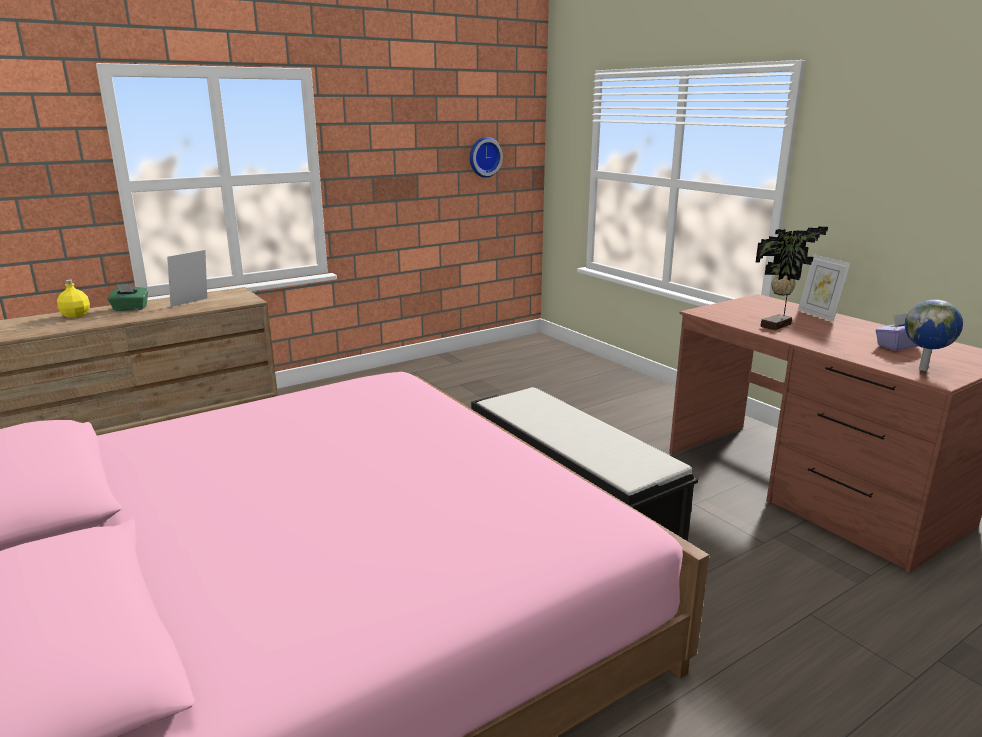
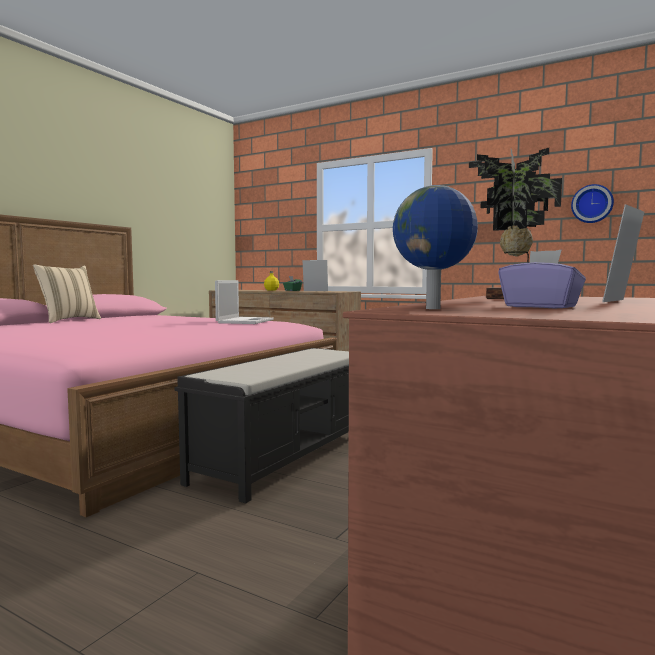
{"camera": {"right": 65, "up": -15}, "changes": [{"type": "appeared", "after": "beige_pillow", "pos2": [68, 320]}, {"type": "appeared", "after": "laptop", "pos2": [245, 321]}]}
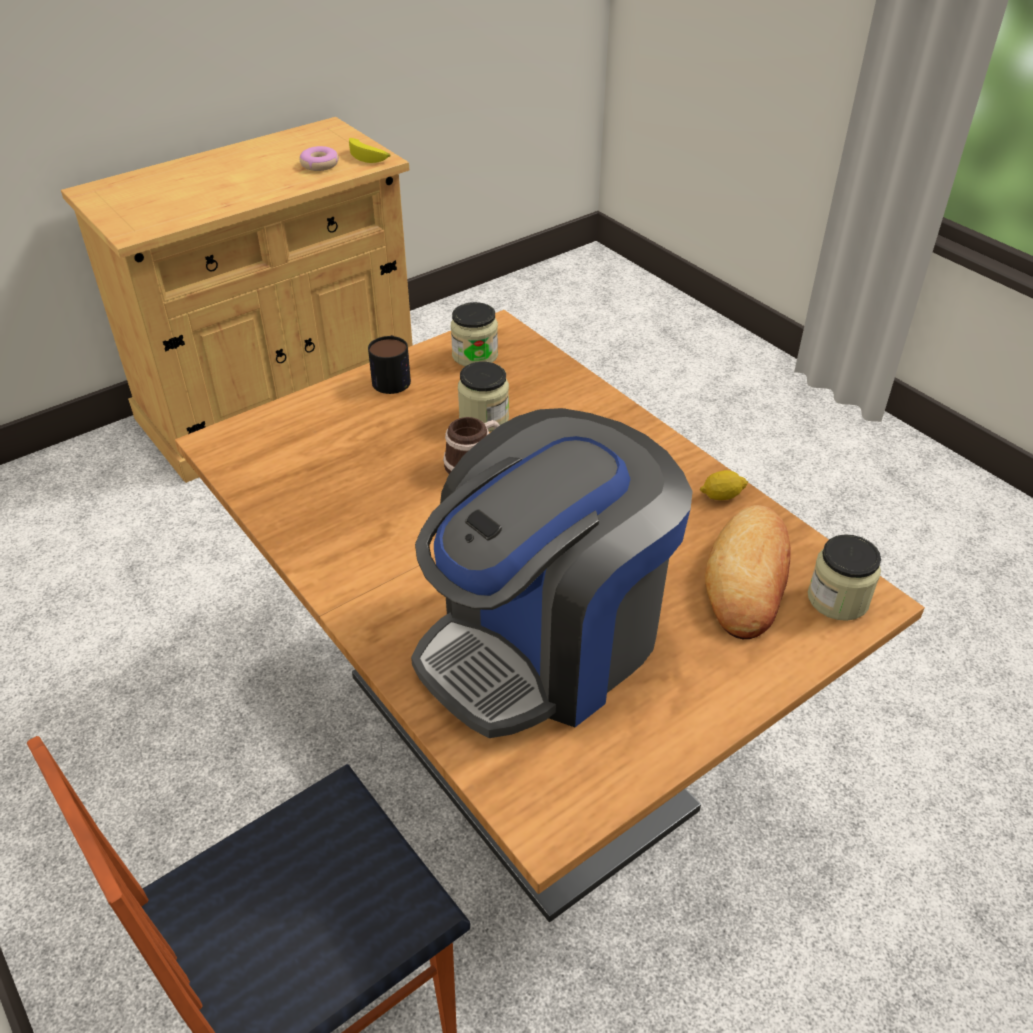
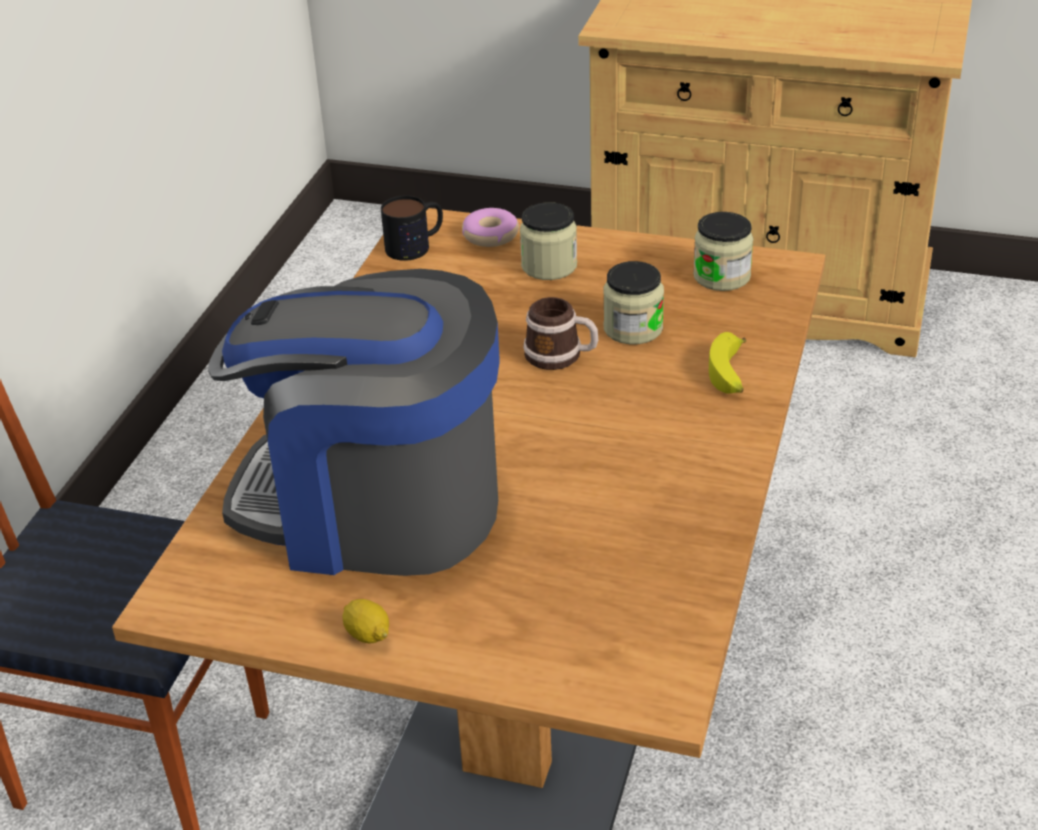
{"camera": {"right": 55, "up": -5}, "changes": [{"type": "missing", "before": "bread", "pos1": [748, 578]}, {"type": "relocated", "before": "donut", "pos1": [319, 164], "pos2": [491, 235]}, {"type": "relocated", "before": "banana", "pos1": [369, 156], "pos2": [730, 374]}, {"type": "relocated", "before": "mug", "pos1": [392, 377], "pos2": [416, 245]}, {"type": "relocated", "before": "lemon", "pos1": [721, 496], "pos2": [367, 634]}, {"type": "relocated", "before": "jar", "pos1": [838, 599], "pos2": [549, 266]}]}
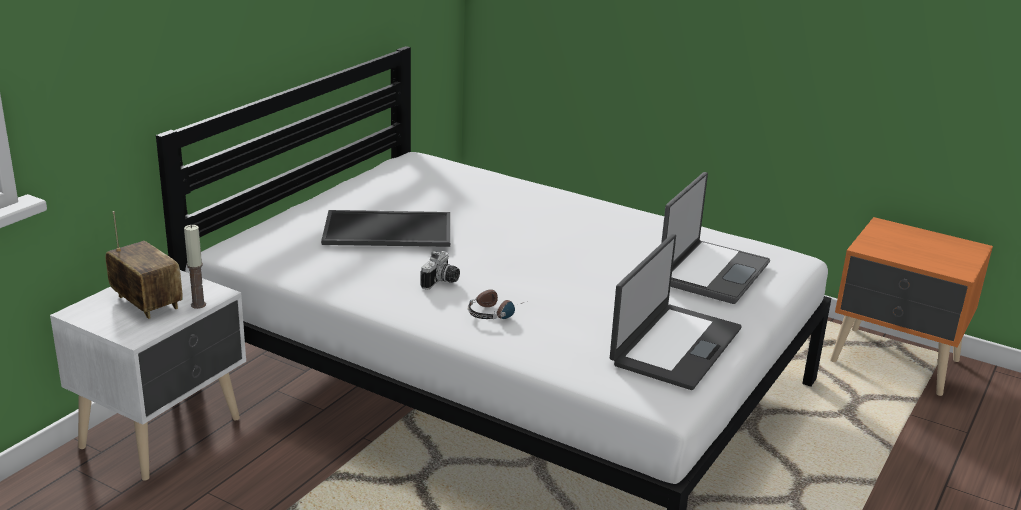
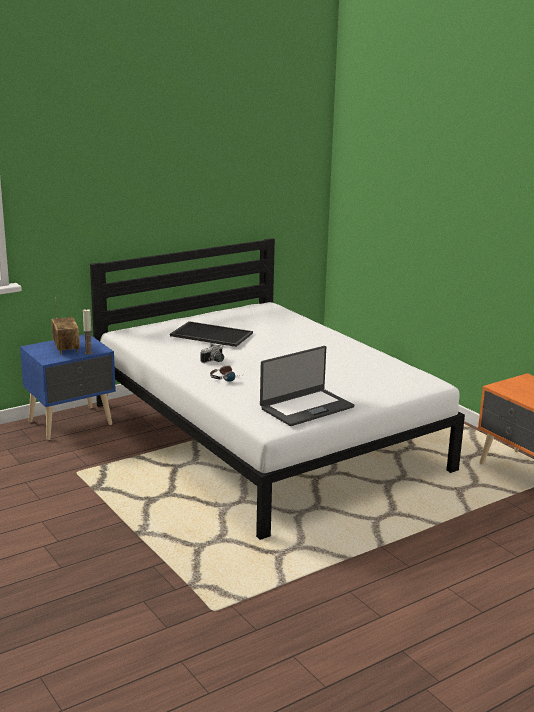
{"camera": {"right": 25, "up": -5}, "changes": [{"type": "missing", "before": "laptop", "pos1": [711, 273]}, {"type": "colour", "before": "white_nightstand", "after": "blue_nightstand", "pos1": [165, 433], "pos2": [72, 423]}]}
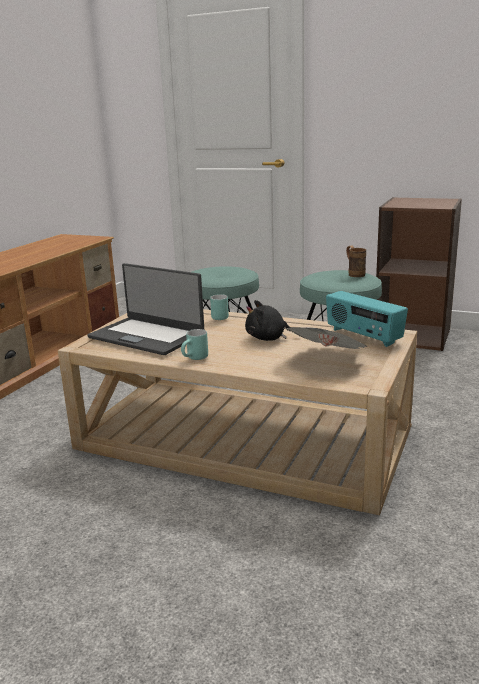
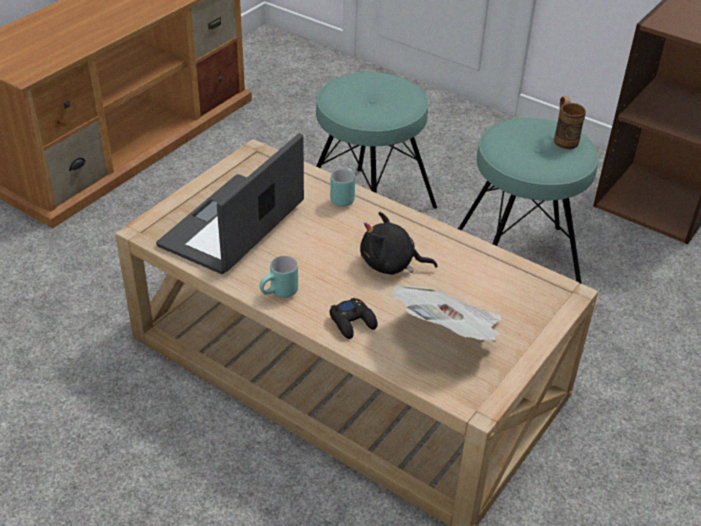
{"camera": {"right": 10, "up": 20}, "changes": [{"type": "missing", "before": "radio", "pos1": [363, 336]}, {"type": "appeared", "after": "black_game_controller", "pos2": [353, 322]}, {"type": "spun", "before": "laptop", "pos1": [147, 336], "pos2": [234, 225], "turn": 75}]}
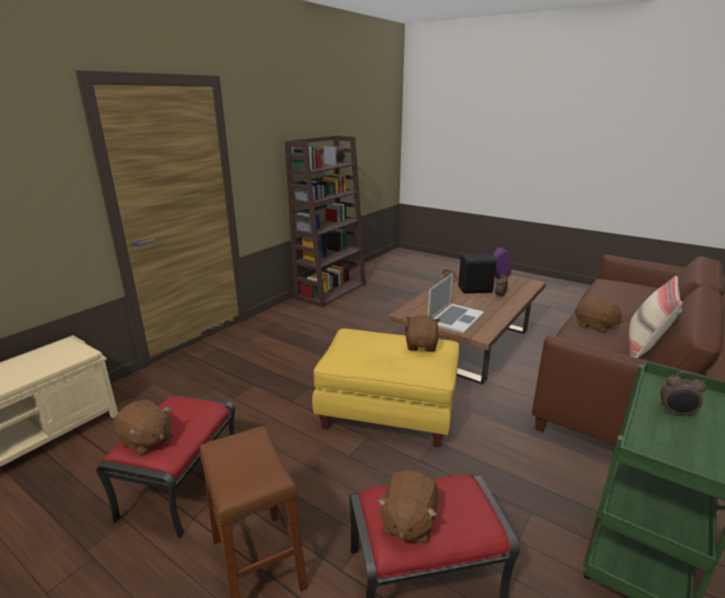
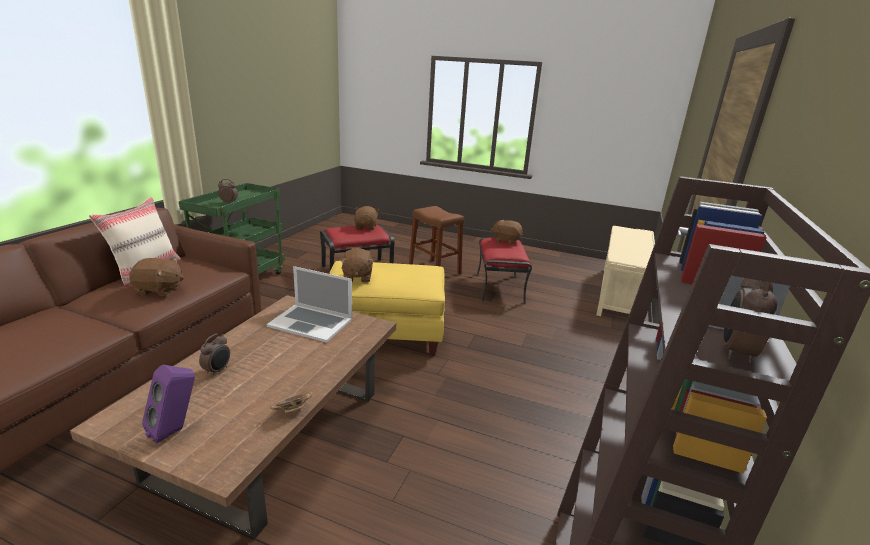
{"camera": {"right": 165, "up": 0}, "changes": [{"type": "missing", "before": "black_speaker", "pos1": [475, 290]}, {"type": "spun", "before": "laptop", "pos1": [455, 318], "pos2": [311, 322], "turn": -90}, {"type": "spun", "before": "brown_plush_toy", "pos1": [595, 326], "pos2": [159, 290], "turn": 150}]}
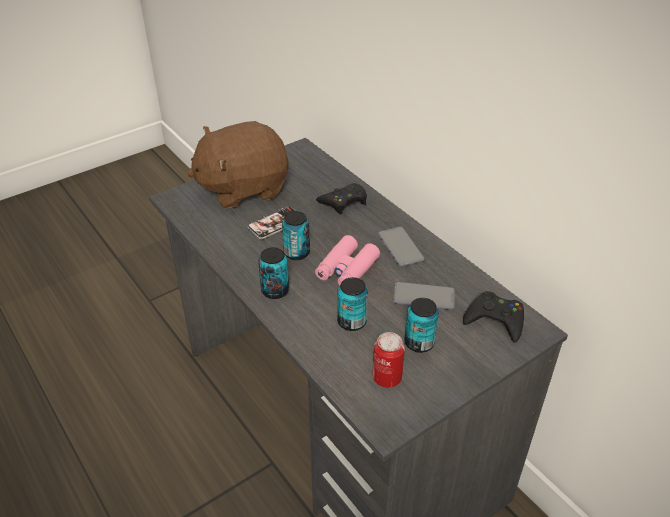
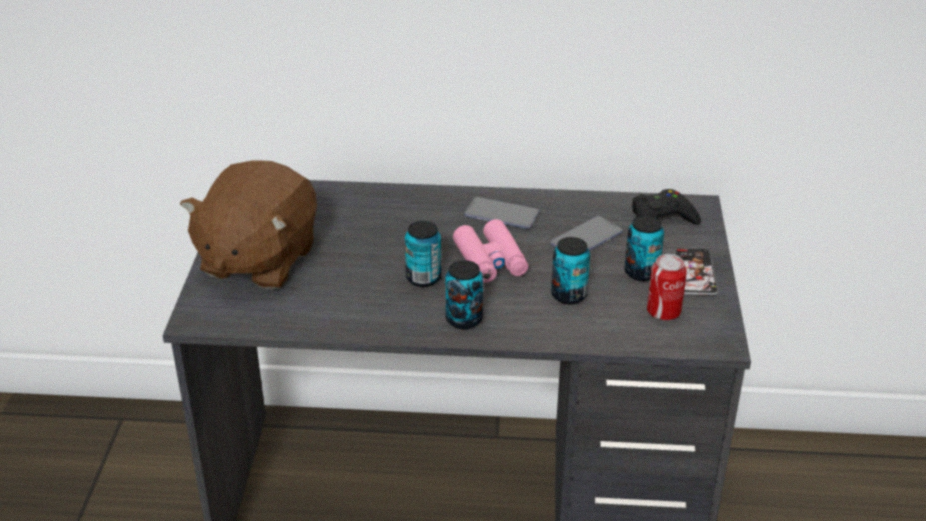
{"camera": {"right": -50, "up": -5}, "changes": [{"type": "missing", "before": "black_game_controller", "pos1": [344, 202]}, {"type": "relocated", "before": "phone", "pos1": [276, 224], "pos2": [695, 273]}]}
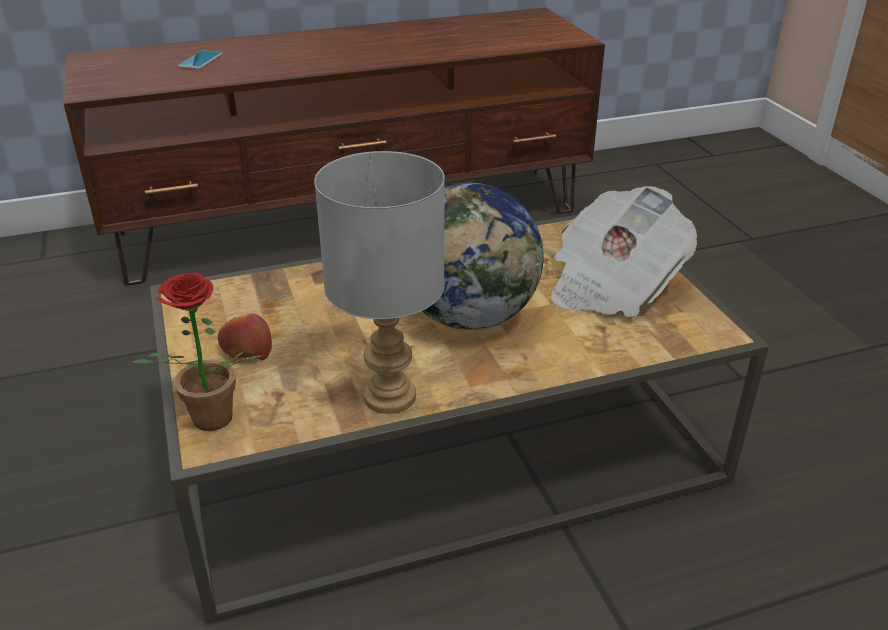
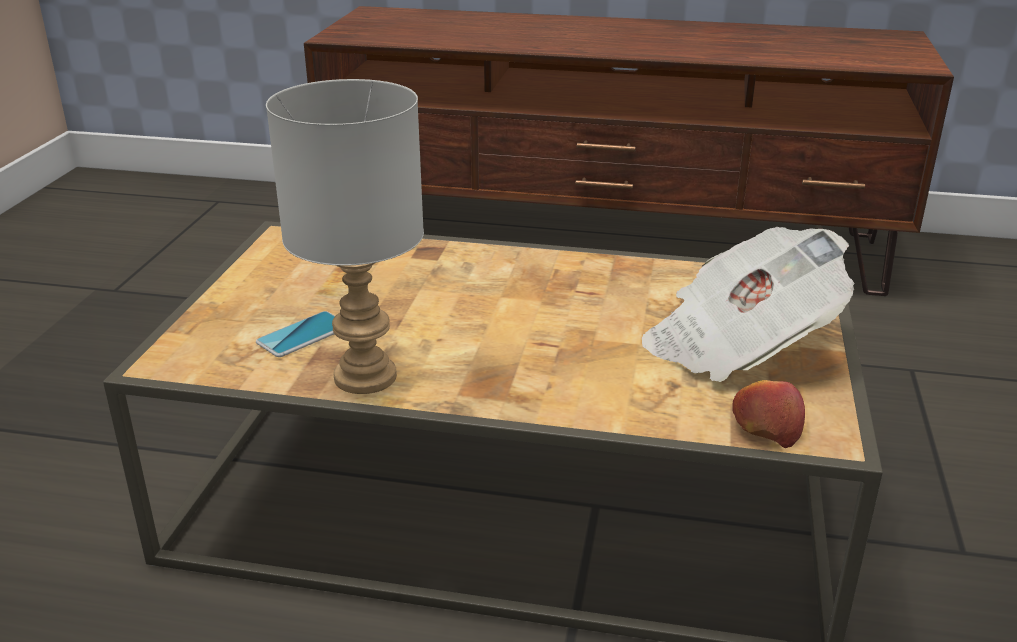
{"camera": {"right": 30, "up": -5}, "changes": [{"type": "missing", "before": "potted_plant", "pos1": [207, 423]}, {"type": "missing", "before": "globe", "pos1": [470, 316]}, {"type": "relocated", "before": "phone", "pos1": [200, 60], "pos2": [303, 335]}, {"type": "relocated", "before": "apple", "pos1": [246, 349], "pos2": [766, 427]}]}
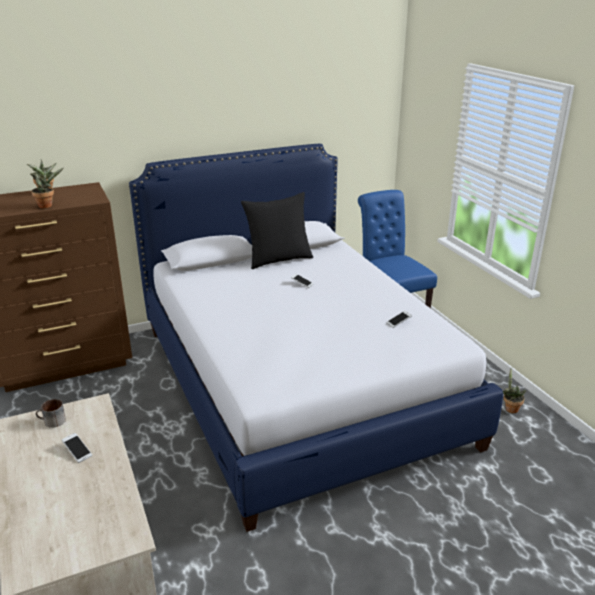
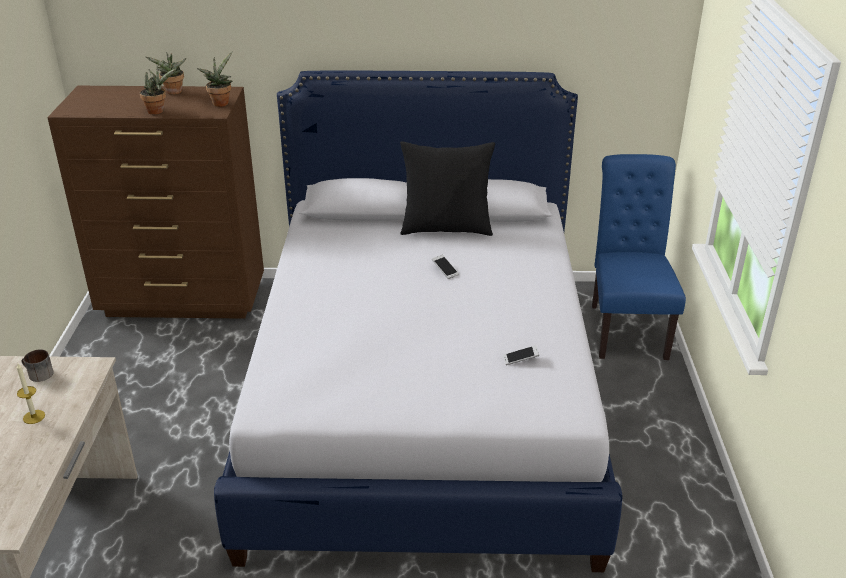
{"camera": {"right": 25, "up": 5}, "changes": [{"type": "relocated", "before": "potted_plant", "pos1": [510, 408], "pos2": [221, 103]}, {"type": "exchanged", "before": "phone", "after": "candle", "pos1": [77, 451], "pos2": [34, 417]}]}
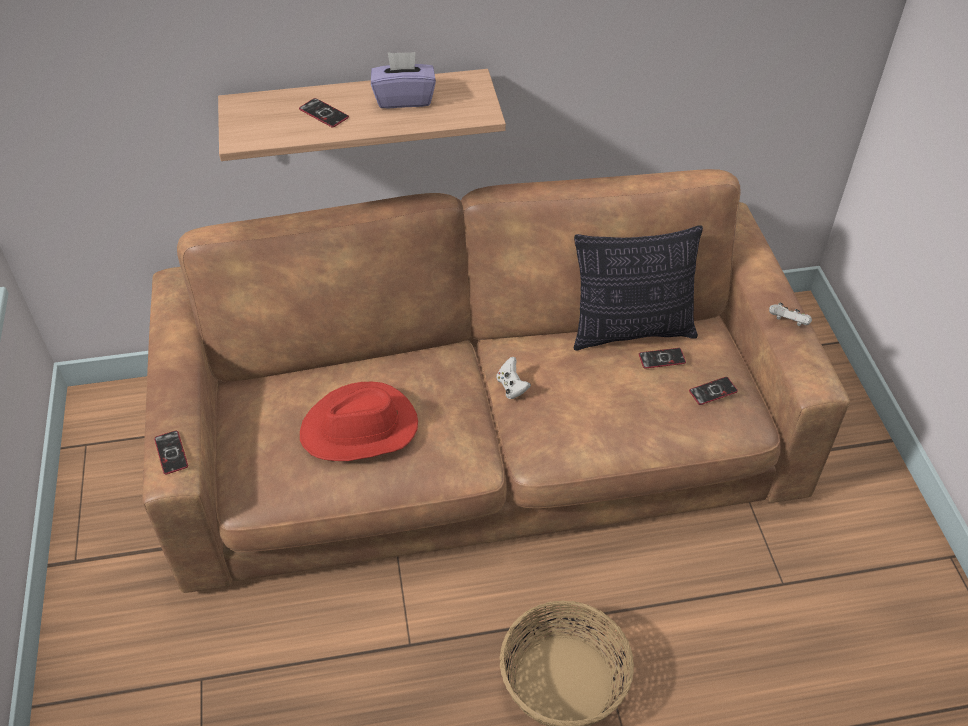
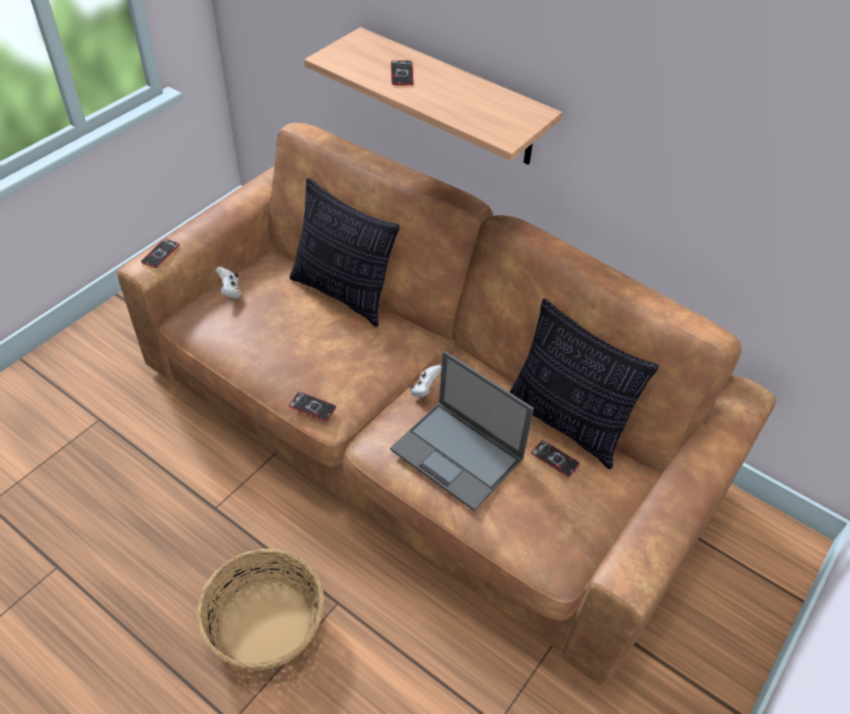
{"camera": {"right": 45, "up": 0}, "changes": [{"type": "missing", "before": "red_hat", "pos1": [360, 429]}, {"type": "missing", "before": "purple_tissue_box", "pos1": [404, 98]}, {"type": "appeared", "after": "pillow", "pos2": [343, 293]}, {"type": "appeared", "after": "laptop", "pos2": [458, 455]}, {"type": "relocated", "before": "phone", "pos1": [713, 391], "pos2": [312, 407]}, {"type": "relocated", "before": "white_game_controller", "pos1": [787, 323], "pos2": [230, 291]}]}
